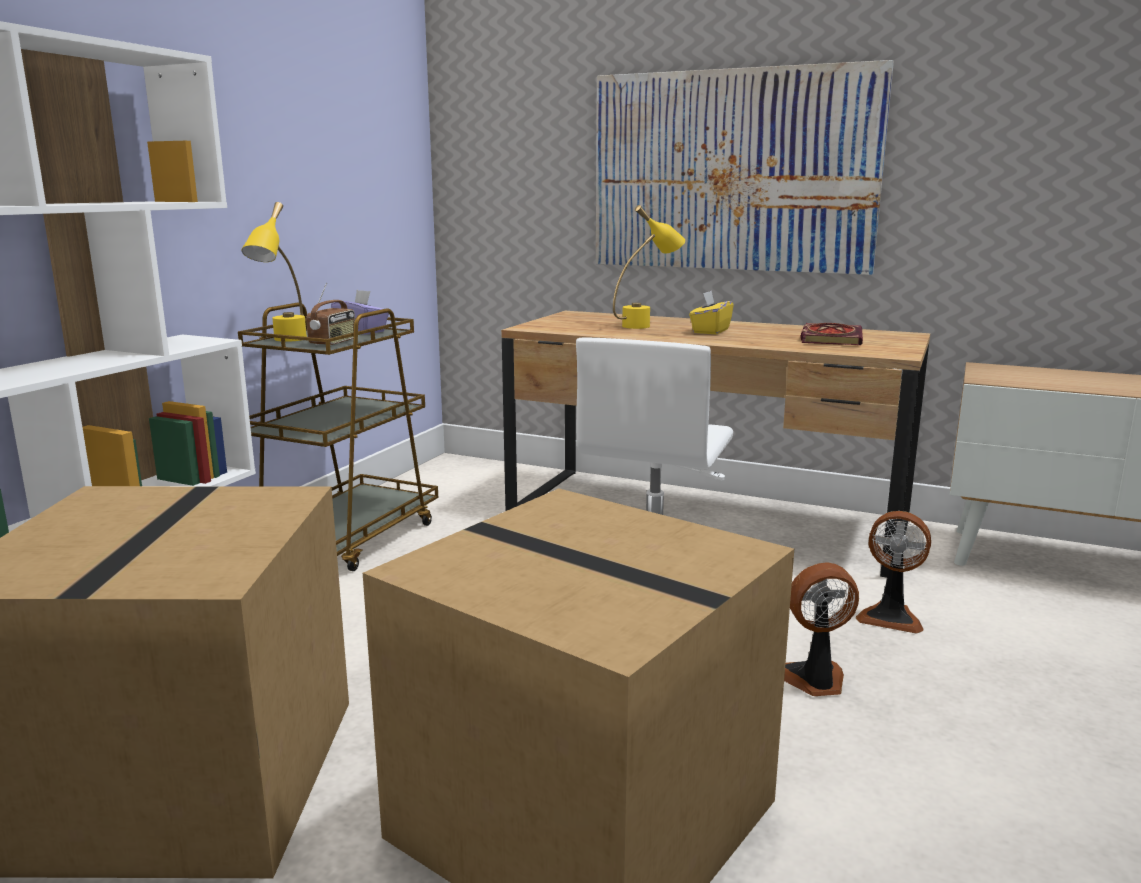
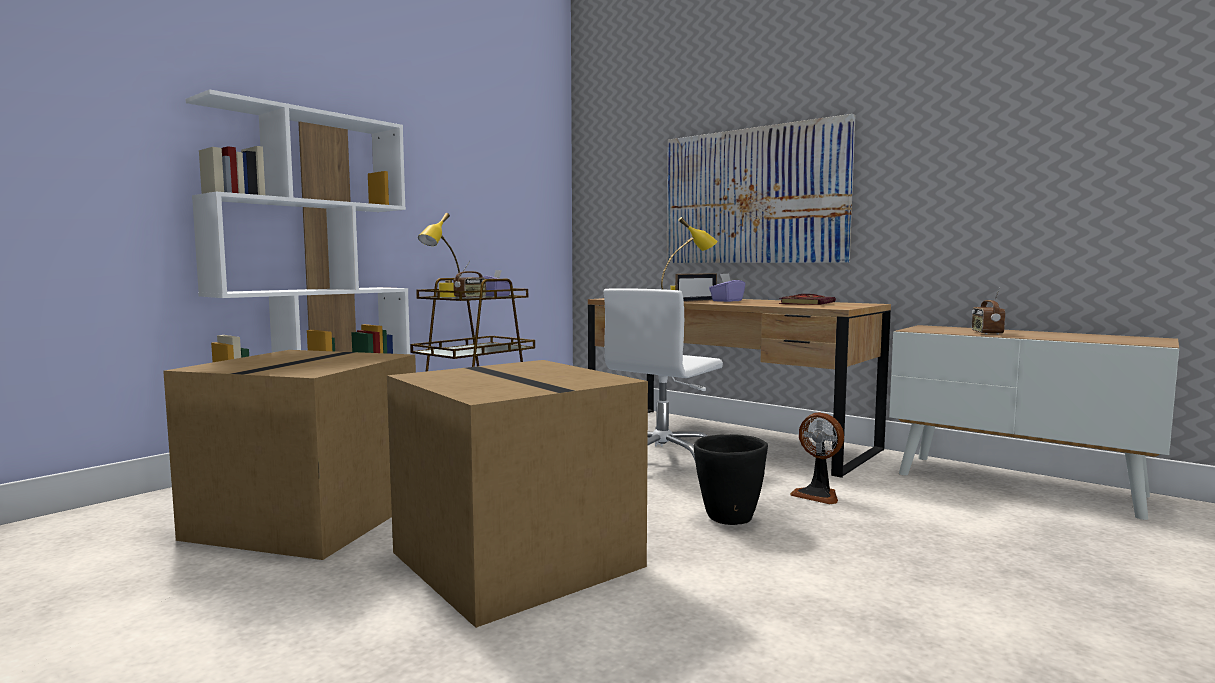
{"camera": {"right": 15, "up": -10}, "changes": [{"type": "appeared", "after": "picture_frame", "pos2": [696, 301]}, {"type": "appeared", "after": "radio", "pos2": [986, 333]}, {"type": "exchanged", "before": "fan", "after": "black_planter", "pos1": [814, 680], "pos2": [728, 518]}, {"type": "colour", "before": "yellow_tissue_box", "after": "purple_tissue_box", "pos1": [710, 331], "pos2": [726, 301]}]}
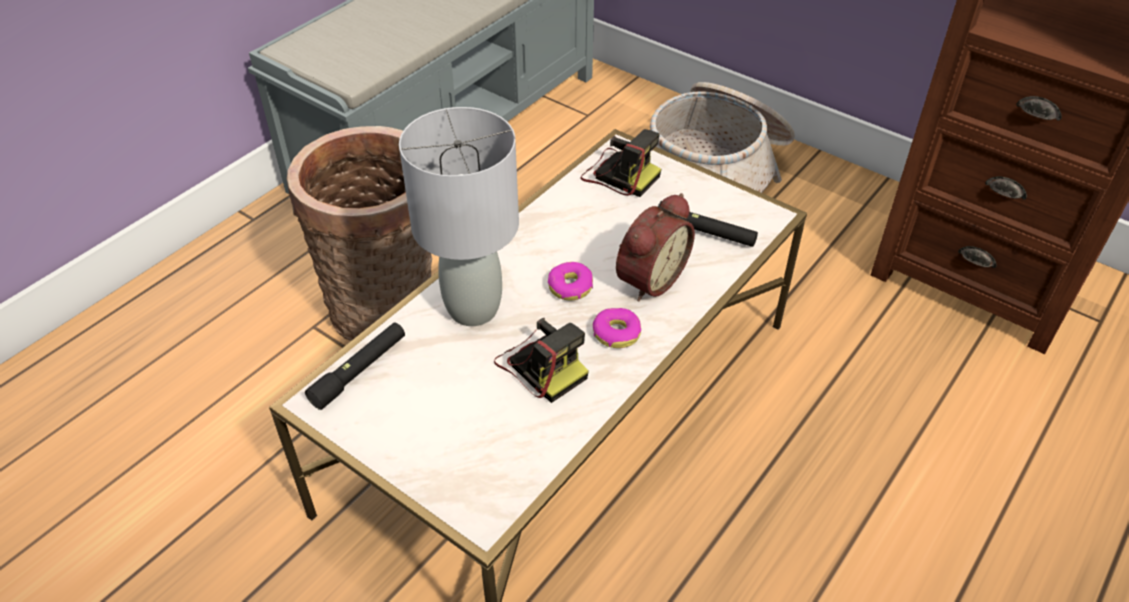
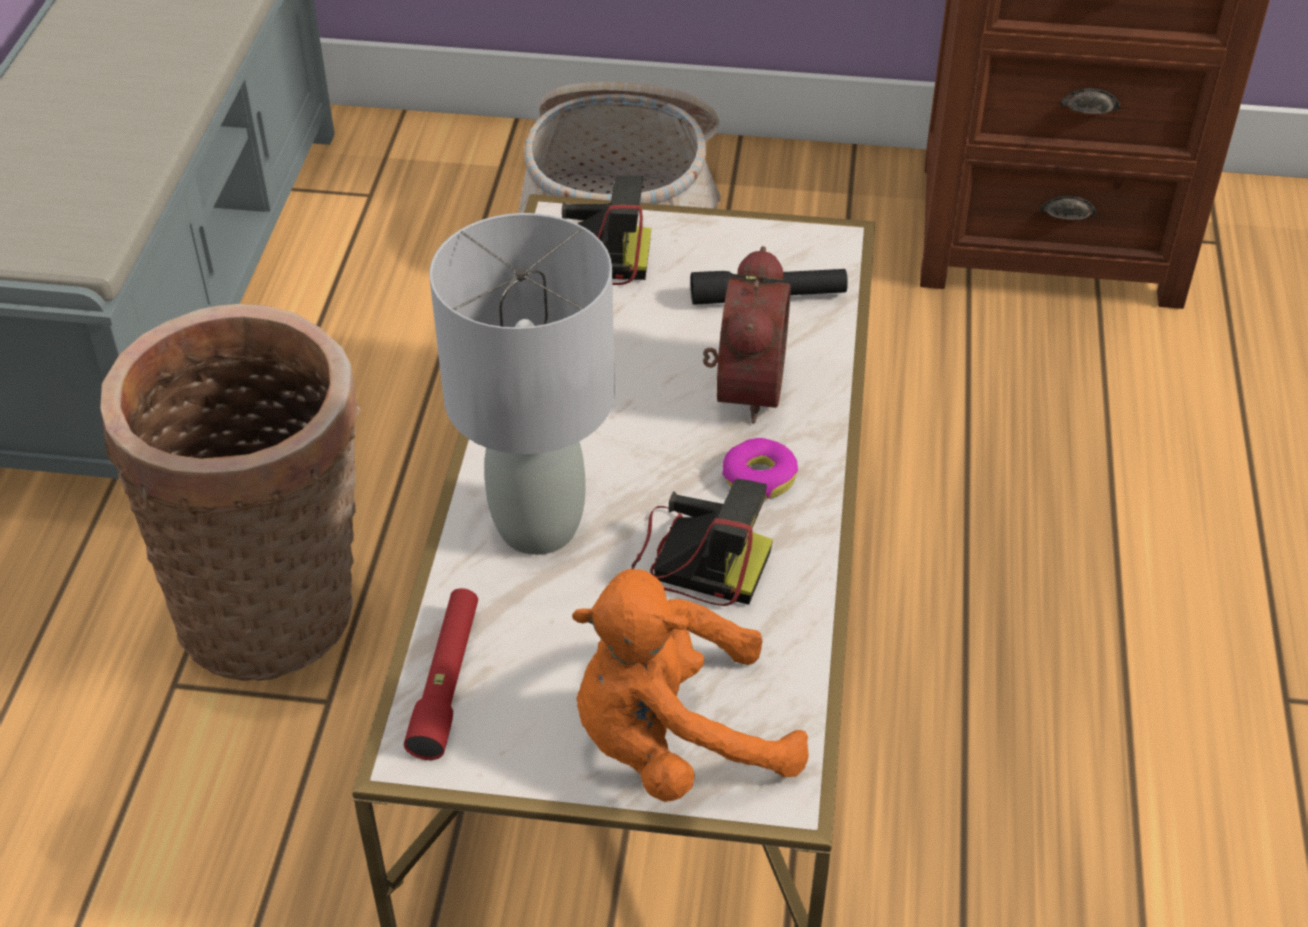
{"camera": {"right": -30, "up": 0}, "changes": [{"type": "missing", "before": "donut", "pos1": [570, 287]}, {"type": "appeared", "after": "orange_plush_toy", "pos2": [674, 741]}, {"type": "colour", "before": "black_flashlight", "after": "red_flashlight", "pos1": [359, 371], "pos2": [446, 681]}]}
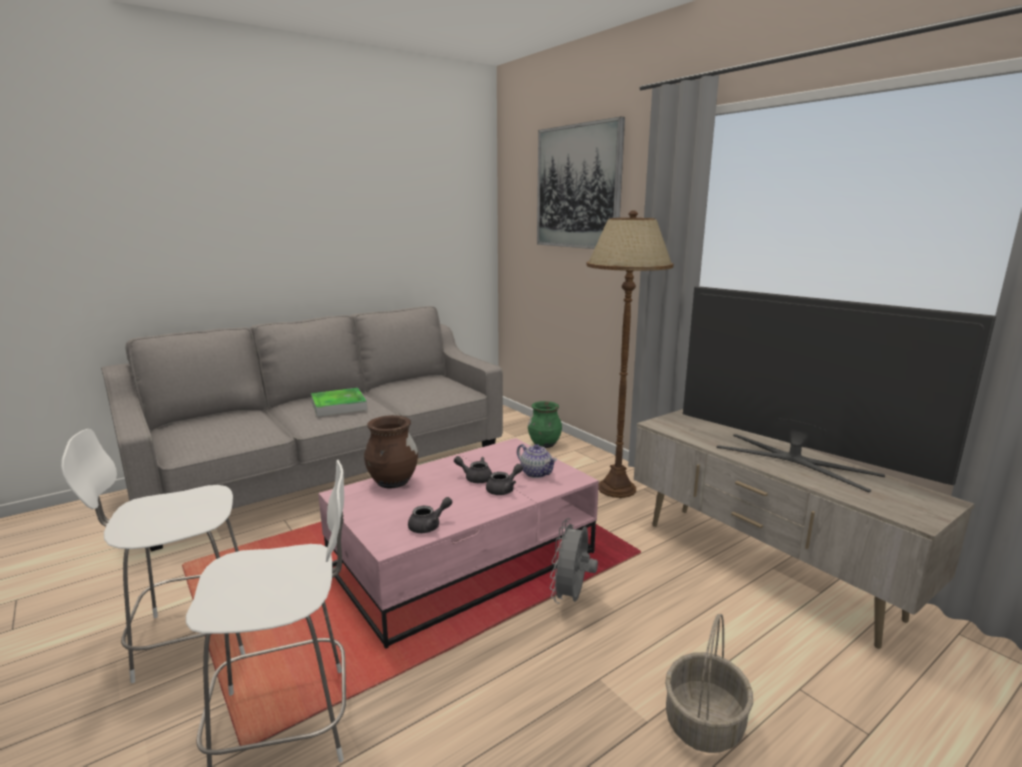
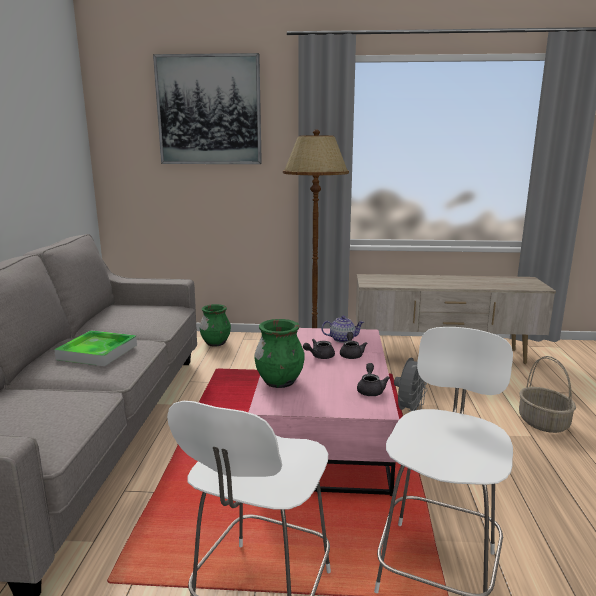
{"camera": {"right": -50, "up": 0}, "changes": [{"type": "missing", "before": "television", "pos1": [795, 460]}, {"type": "colour", "before": "brown_vase", "after": "green_vase", "pos1": [393, 482], "pos2": [279, 382]}, {"type": "spun", "before": "grey_fan", "pos1": [571, 597], "pos2": [410, 411], "turn": -120}]}
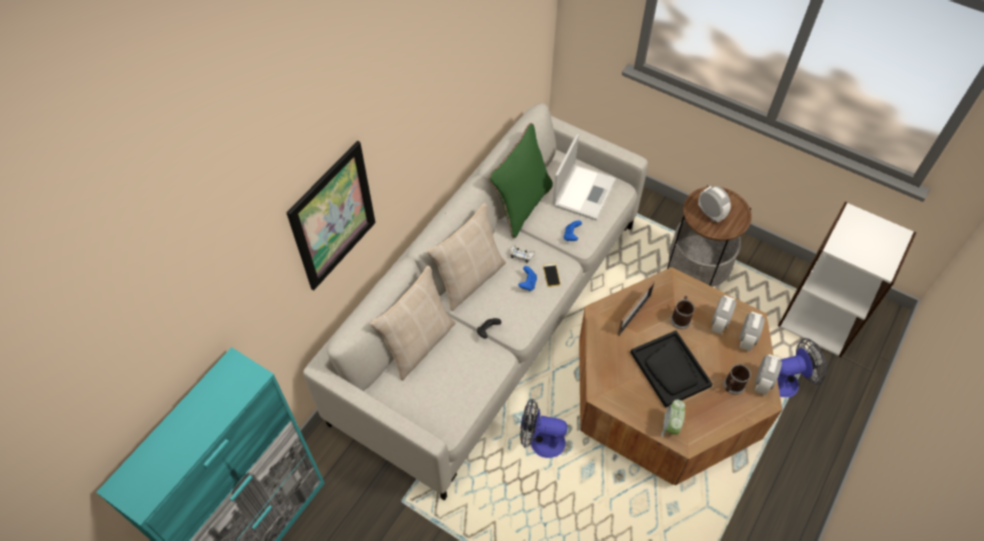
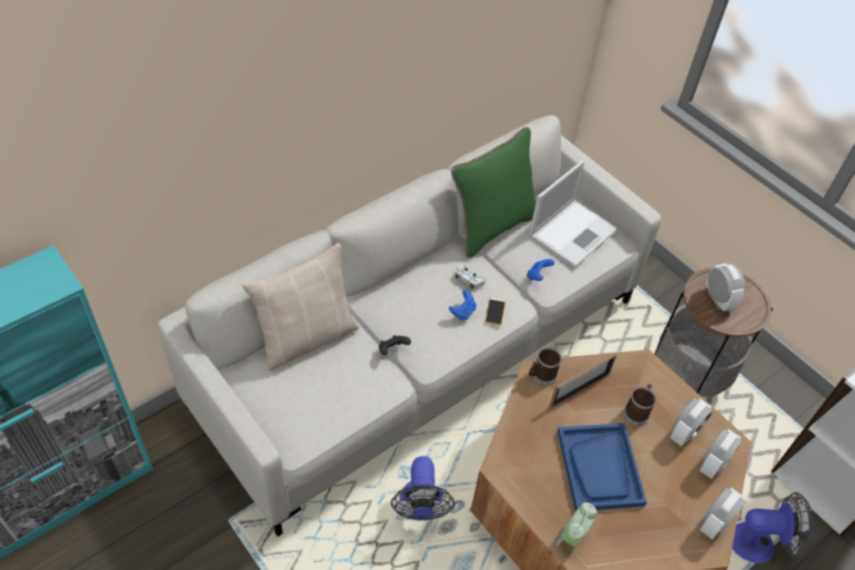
{"camera": {"right": 15, "up": -5}, "changes": [{"type": "missing", "before": "picture", "pos1": [333, 217]}, {"type": "missing", "before": "beige_pillow", "pos1": [469, 279]}, {"type": "relocated", "before": "mug", "pos1": [732, 386], "pos2": [541, 375]}, {"type": "colour", "before": "black_tray", "after": "blue_tray", "pos1": [670, 369], "pos2": [600, 468]}, {"type": "spun", "before": "fan", "pos1": [540, 441], "pos2": [420, 508], "turn": -120}]}
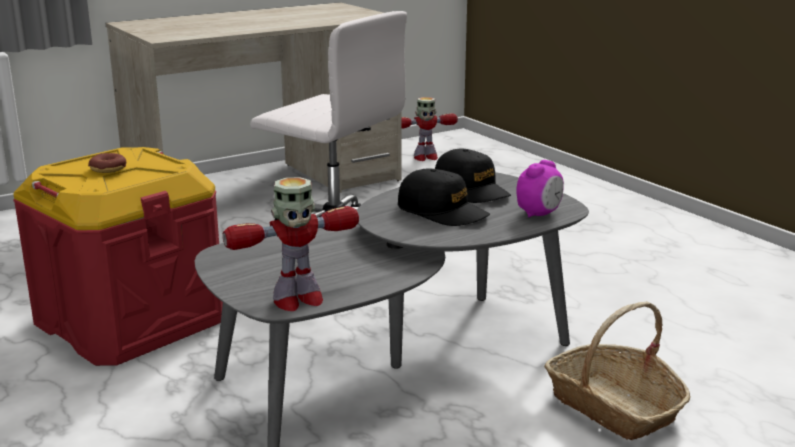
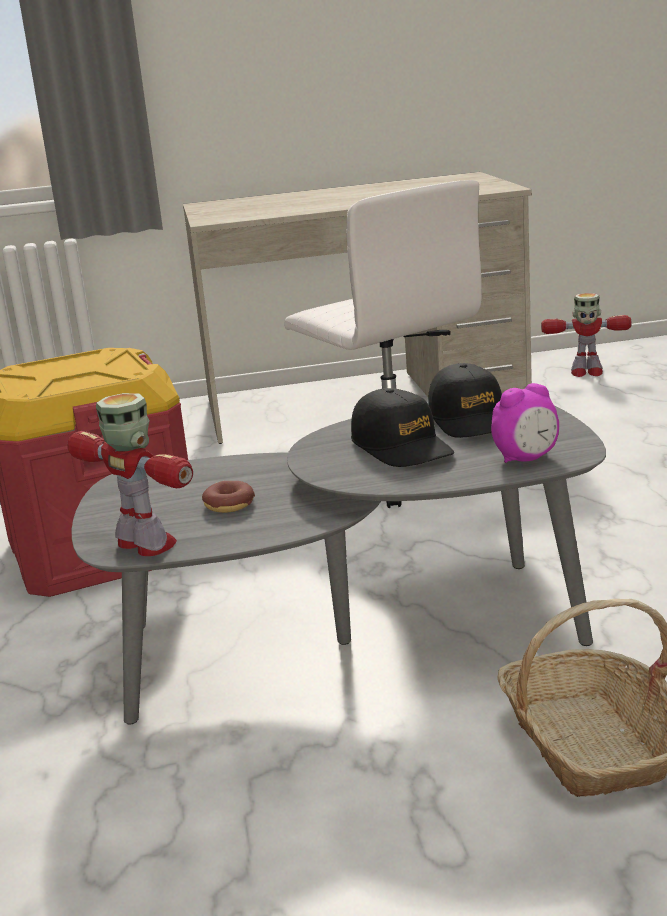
{"camera": {"right": 25, "up": 0}, "changes": [{"type": "relocated", "before": "donut", "pos1": [108, 169], "pos2": [229, 505]}, {"type": "spun", "before": "toy_robot", "pos1": [297, 300], "pos2": [146, 545], "turn": -135}]}
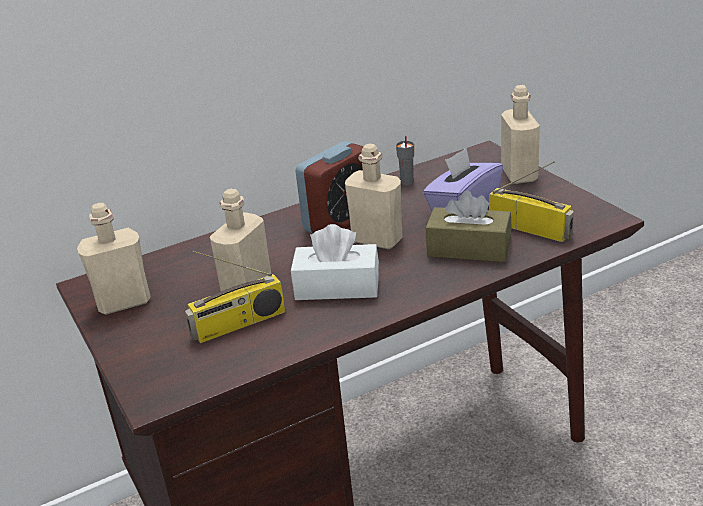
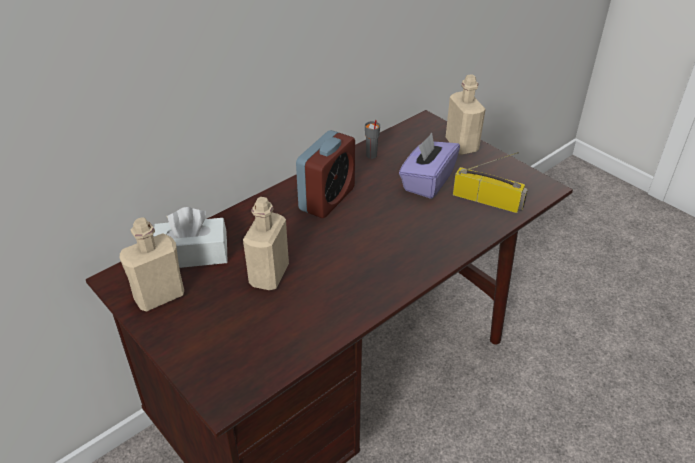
{"camera": {"right": -15, "up": 10}, "changes": [{"type": "missing", "before": "radio", "pos1": [238, 324]}, {"type": "missing", "before": "beige_bottle", "pos1": [377, 240]}, {"type": "missing", "before": "brown_tissue_box", "pos1": [469, 248]}, {"type": "relocated", "before": "white_tissue_box", "pos1": [337, 287], "pos2": [193, 254]}]}
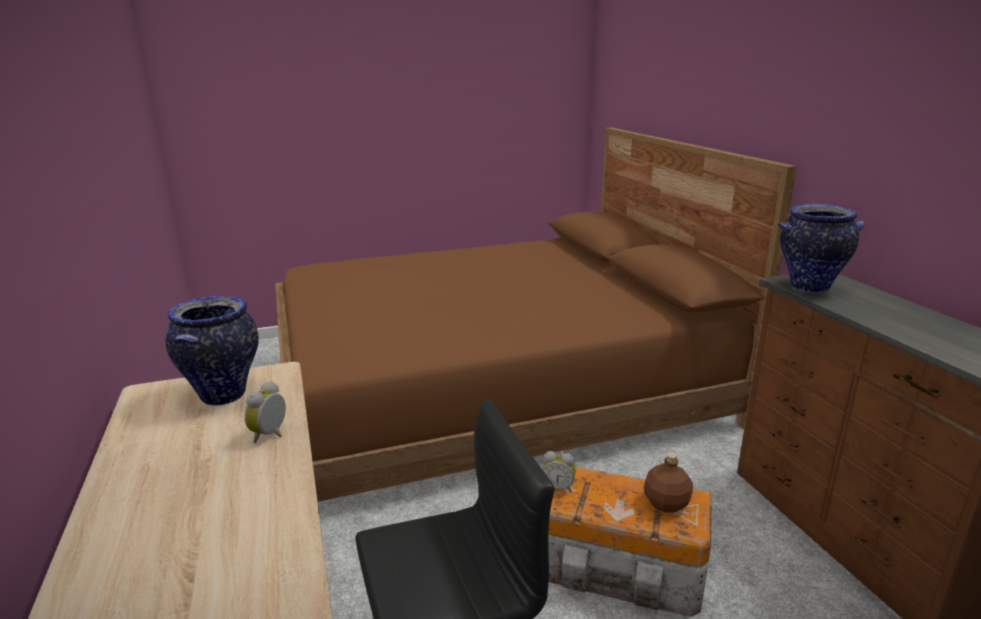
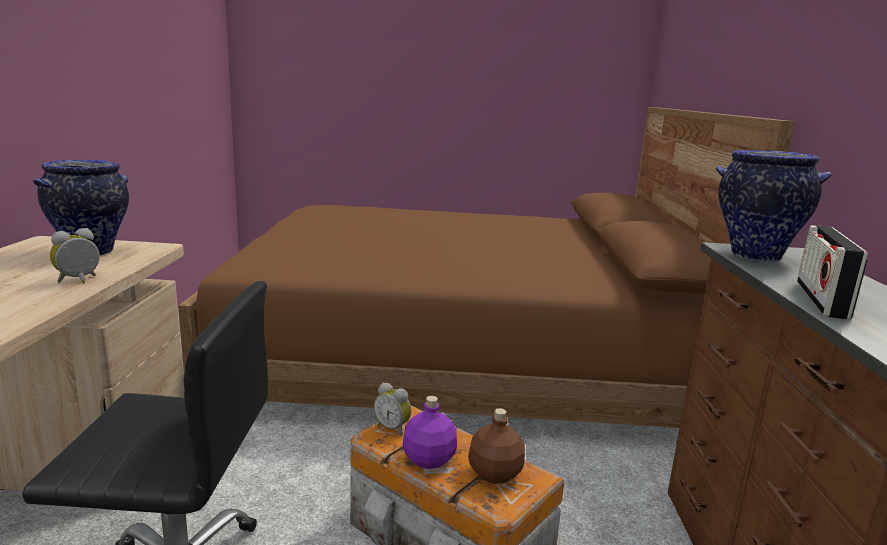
{"camera": {"right": 20, "up": -5}, "changes": [{"type": "appeared", "after": "purple_bottle", "pos2": [428, 459]}, {"type": "appeared", "after": "radio", "pos2": [821, 299]}]}
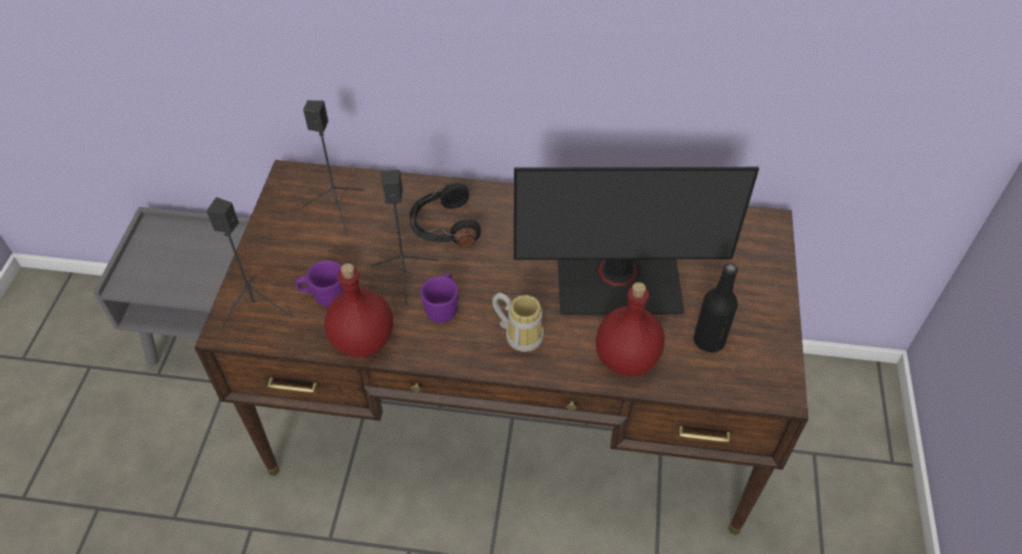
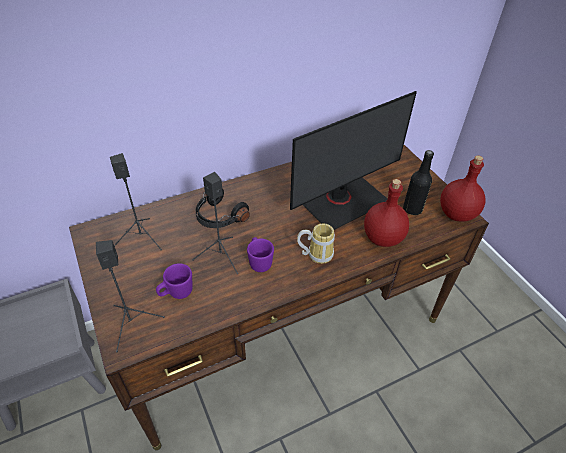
{"camera": {"right": -35, "up": -5}, "changes": [{"type": "relocated", "before": "red_bottle", "pos1": [364, 340], "pos2": [456, 213]}]}
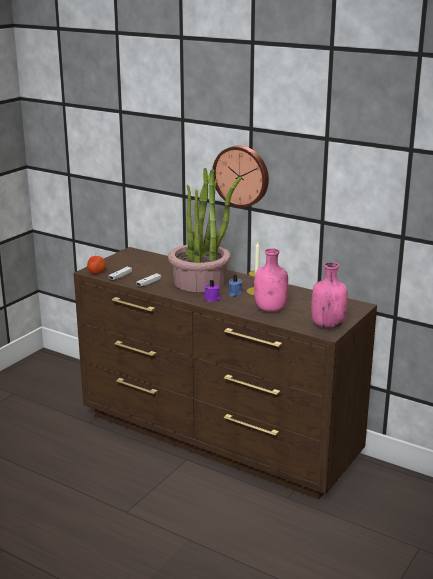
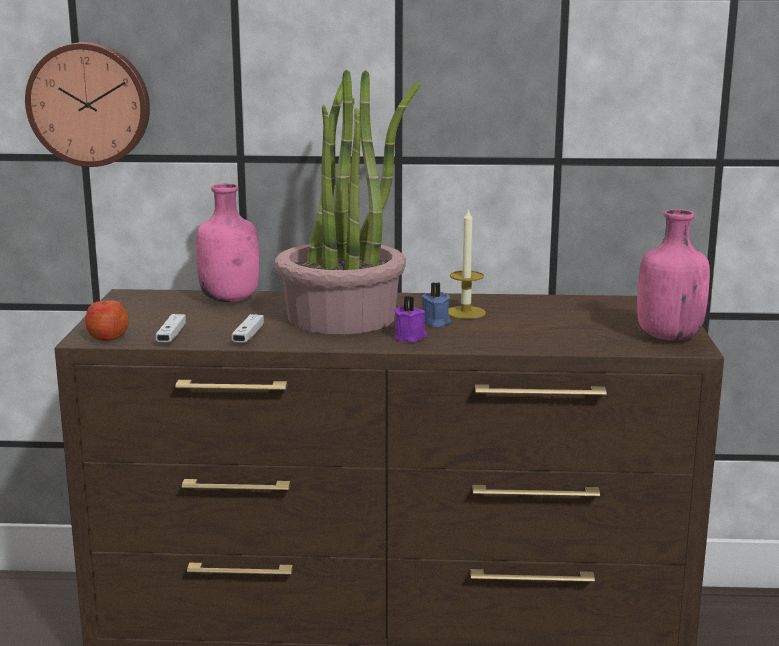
{"camera": {"right": -30, "up": -5}, "changes": [{"type": "relocated", "before": "wall_clock", "pos1": [242, 175], "pos2": [90, 104]}, {"type": "relocated", "before": "pink_bottle", "pos1": [271, 309], "pos2": [231, 299]}]}
